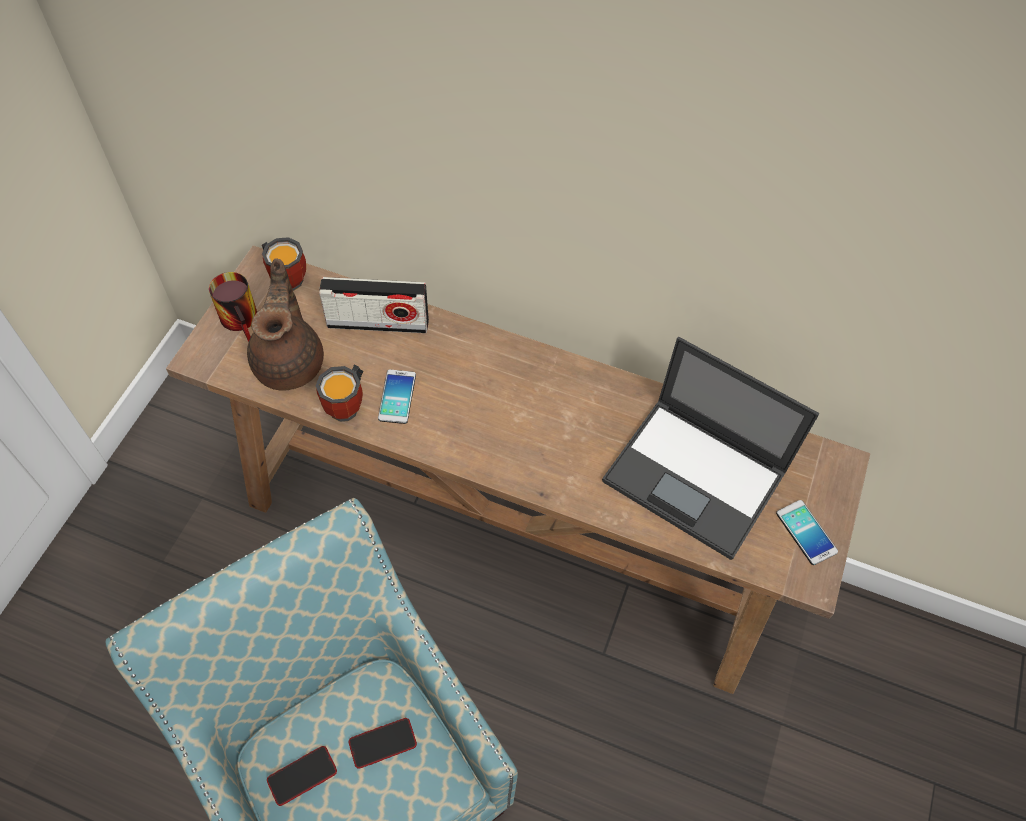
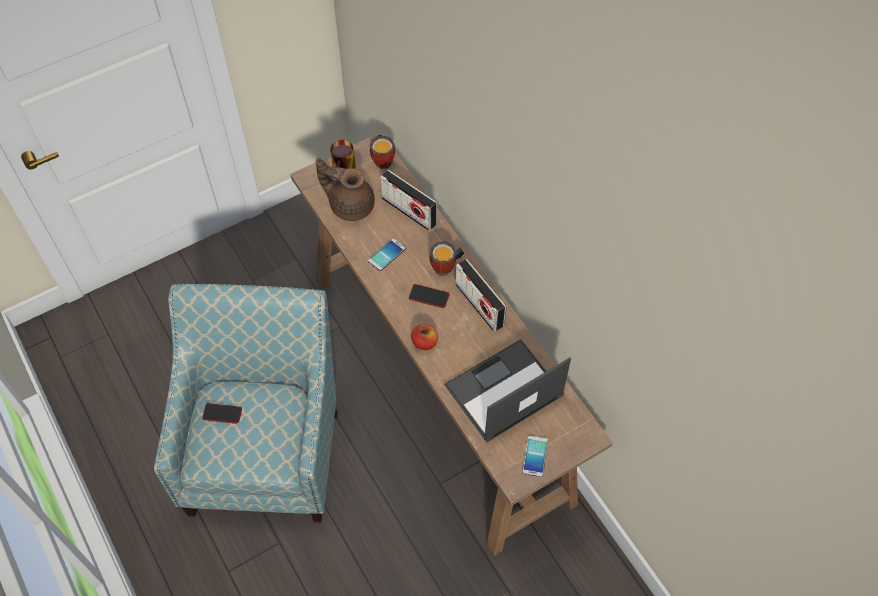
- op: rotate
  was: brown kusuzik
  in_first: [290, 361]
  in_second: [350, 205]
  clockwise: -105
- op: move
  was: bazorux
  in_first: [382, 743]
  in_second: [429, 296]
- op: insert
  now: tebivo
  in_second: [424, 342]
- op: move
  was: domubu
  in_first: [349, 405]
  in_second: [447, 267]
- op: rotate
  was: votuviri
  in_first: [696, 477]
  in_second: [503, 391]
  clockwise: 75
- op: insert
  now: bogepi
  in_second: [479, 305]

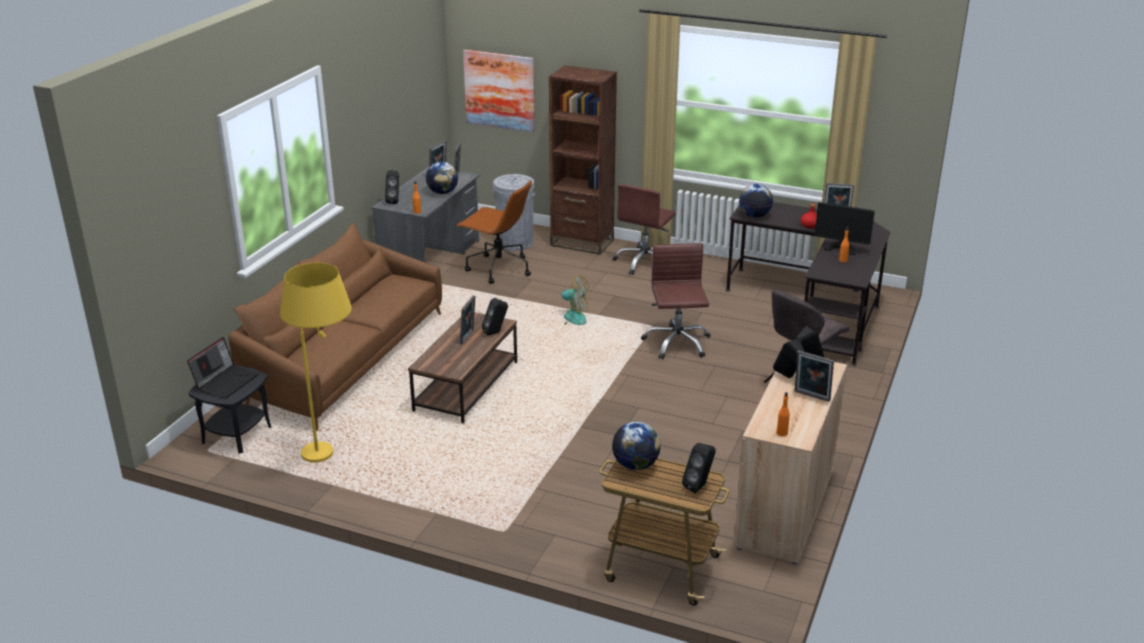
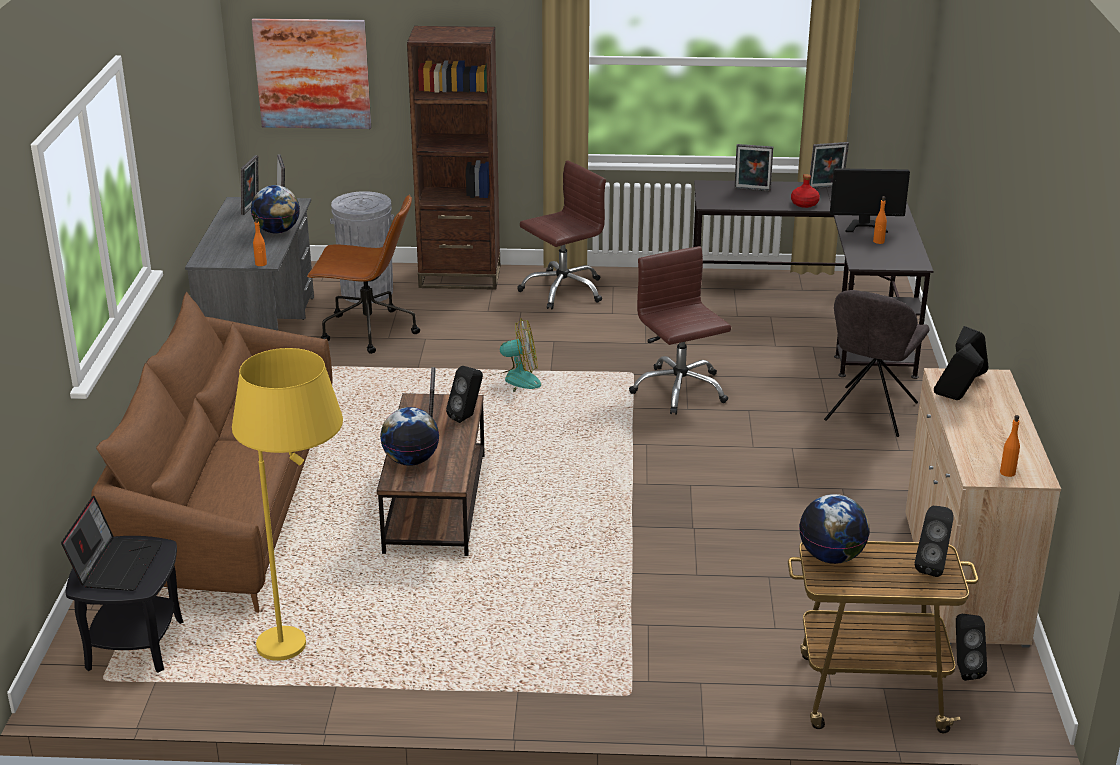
- op: move
  was: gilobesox
  in_first: [754, 216]
  in_second: [411, 460]
- op: rotate
  was: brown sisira
  in_first: [644, 262]
  in_second: [563, 290]
  clockwise: -135
- op: move
  was: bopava
  in_first: [811, 397]
  in_second: [752, 190]
- op: move
  was: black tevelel
  in_first: [395, 201]
  in_second: [963, 670]

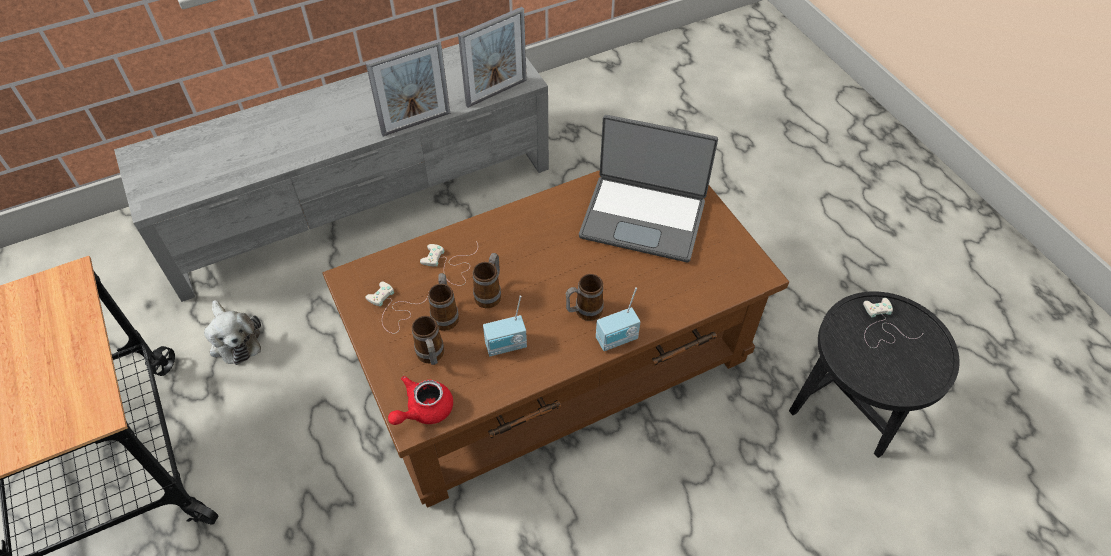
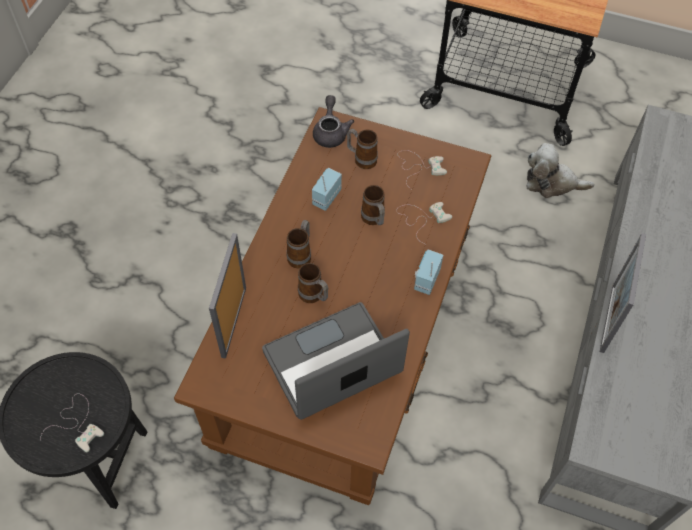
- op: move
  was: bopava
  in_first: [496, 93]
  in_second: [234, 321]
- op: move
  was: domubu
  in_first: [446, 314]
  in_second: [314, 296]
- op: recolor
  was: red kusuzik
  now: grey kusuzik
  in_first: [424, 410]
  in_second: [330, 132]
- op: move
  was: bogepi
  in_first: [617, 340]
  in_second: [425, 279]

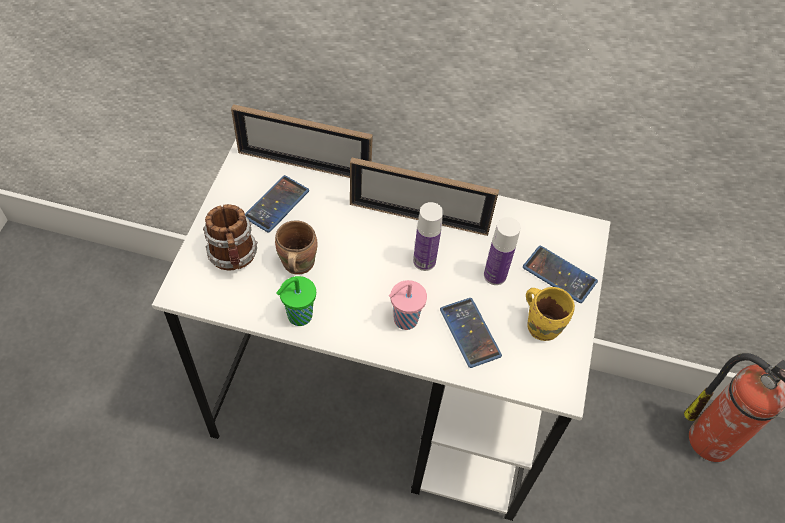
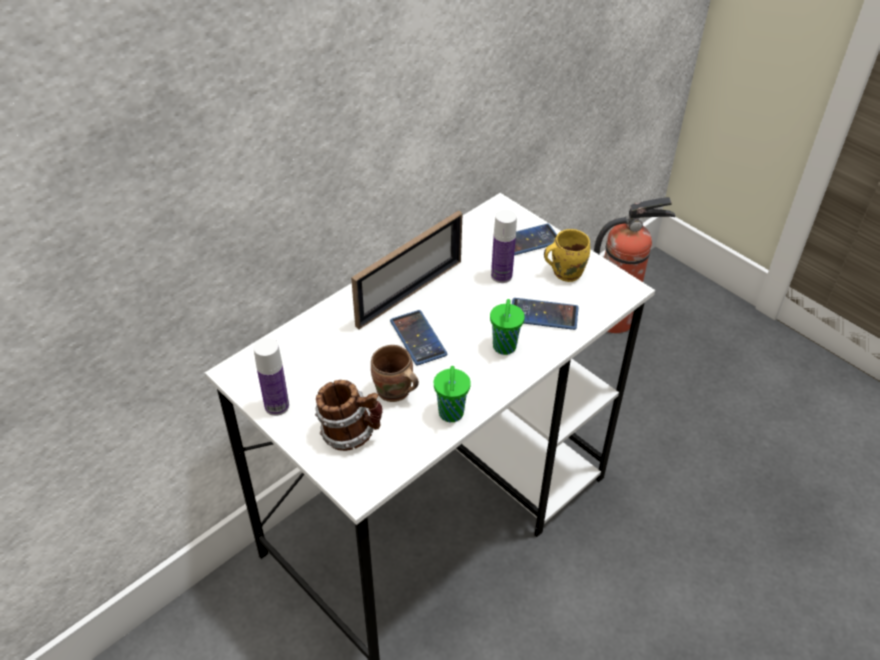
- op: move
  was: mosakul
  in_first: [424, 261]
  in_second: [277, 406]
- op: move
  was: bazorux
  in_first: [276, 204]
  in_second: [418, 338]
- op: recolor
  was: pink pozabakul
  now: green pozabakul
  in_first: [404, 320]
  in_second: [504, 348]
- op: delete
  was: bopava
  in_first: [304, 165]

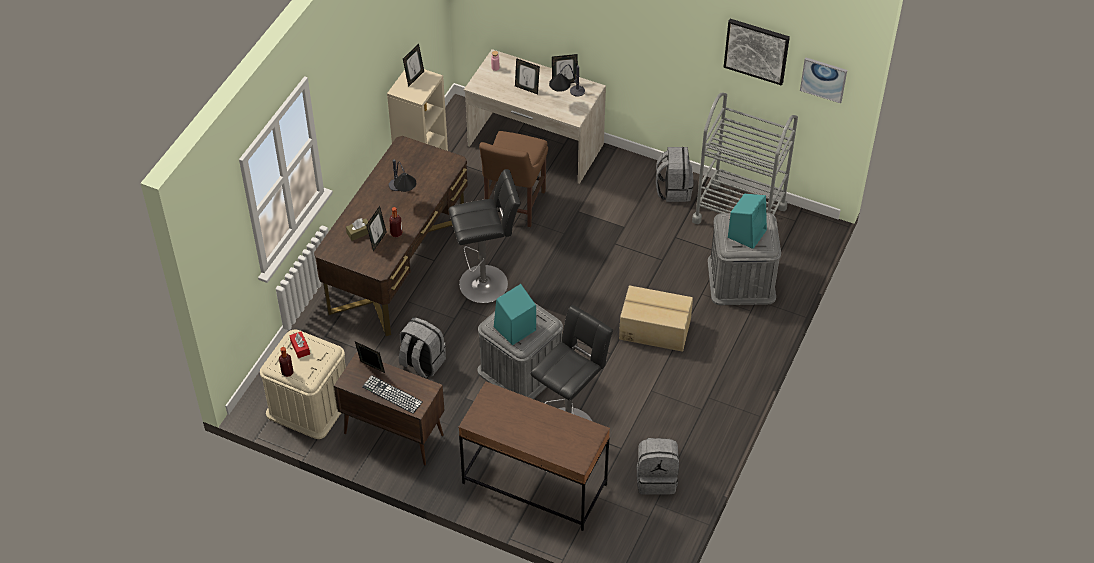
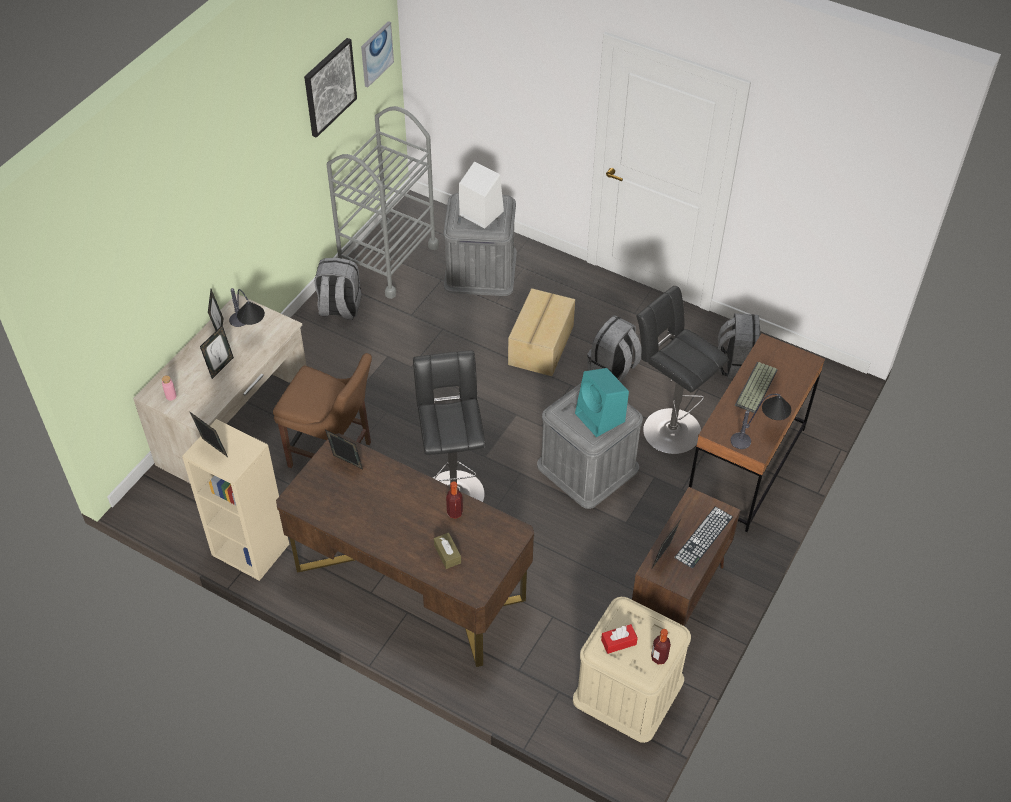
- op: move
  was: bopava
  in_first: [377, 240]
  in_second: [346, 464]
- op: recolor
  was: turquoise tevelel
  now: white tevelel
  in_first: [747, 233]
  in_second: [480, 213]
- op: move
  was: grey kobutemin
  in_first: [422, 363]
  in_second: [612, 369]
- op: move
  was: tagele
  in_first: [403, 195]
  in_second: [759, 435]
- op: insert
  now: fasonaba
  in_second: [757, 388]

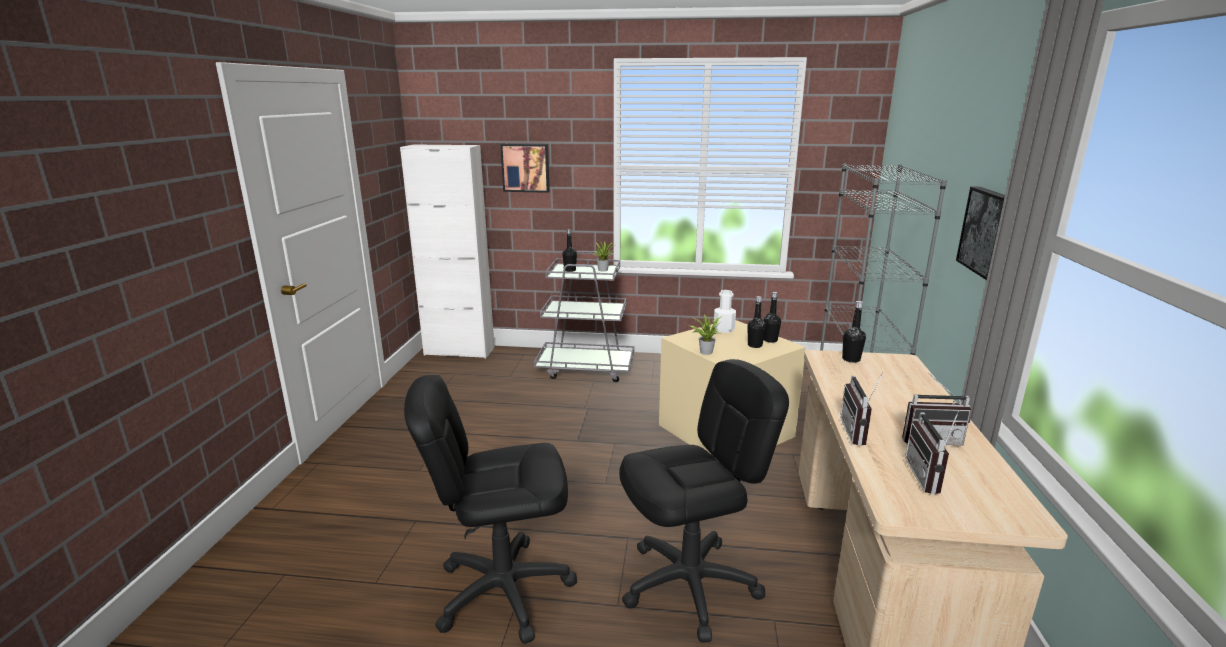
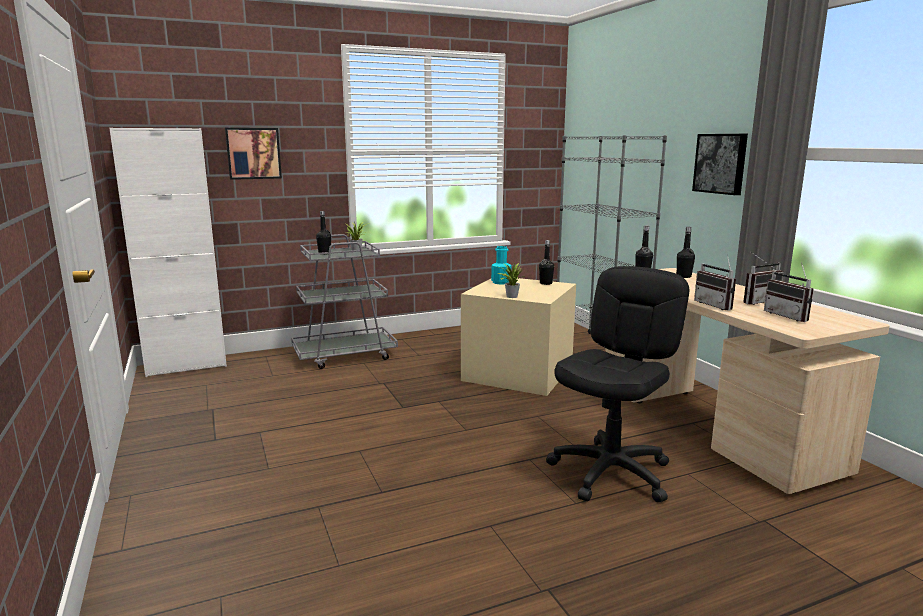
- op: recolor
  was: white mosakul
  now: turquoise mosakul
  in_first: [723, 329]
  in_second: [501, 282]
- op: move
  was: black mosakul
  in_first: [755, 345]
  in_second: [683, 276]
- op: delete
  was: black sisira
  in_first: [503, 590]

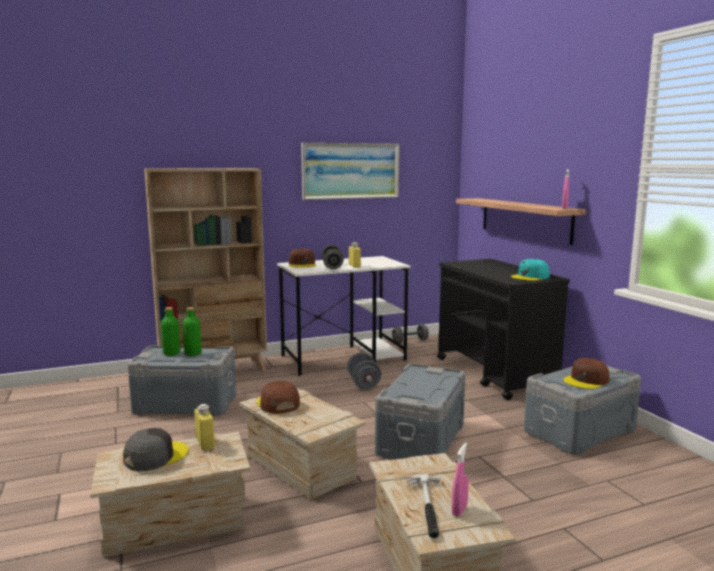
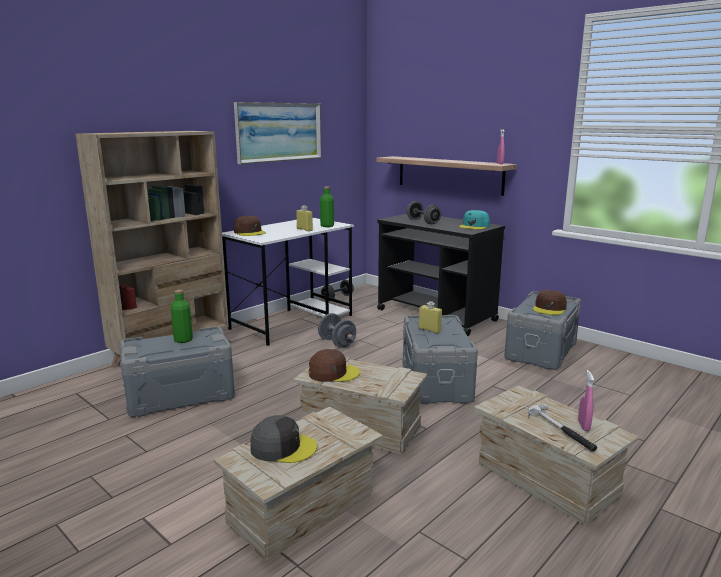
- op: rotate
  was: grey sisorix
  in_first: [155, 456]
  in_second: [283, 447]
  clockwise: 75
- op: rotate
  was: brown sisorix
  in_first: [277, 403]
  in_second: [333, 373]
  clockwise: 135
- op: move
  was: green mosakul
  in_first: [171, 353]
  in_second: [327, 226]
- op: move
  was: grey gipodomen
  in_first: [332, 266]
  in_second: [423, 222]
- op: move
  was: yellow mosakul
  in_first: [205, 443]
  in_second: [429, 330]

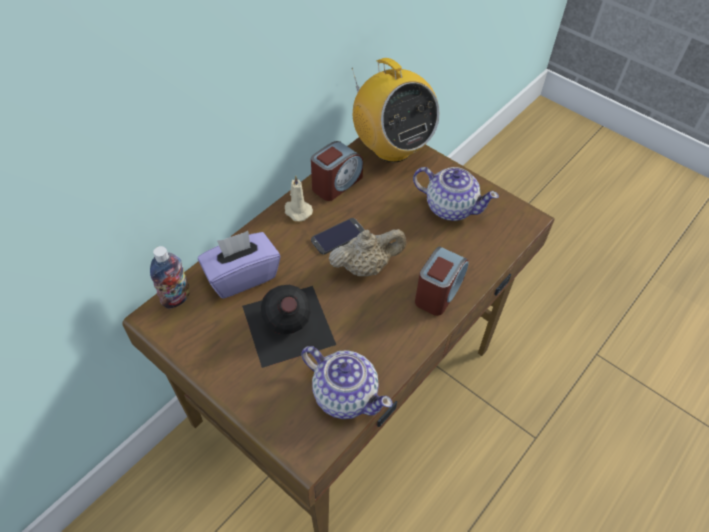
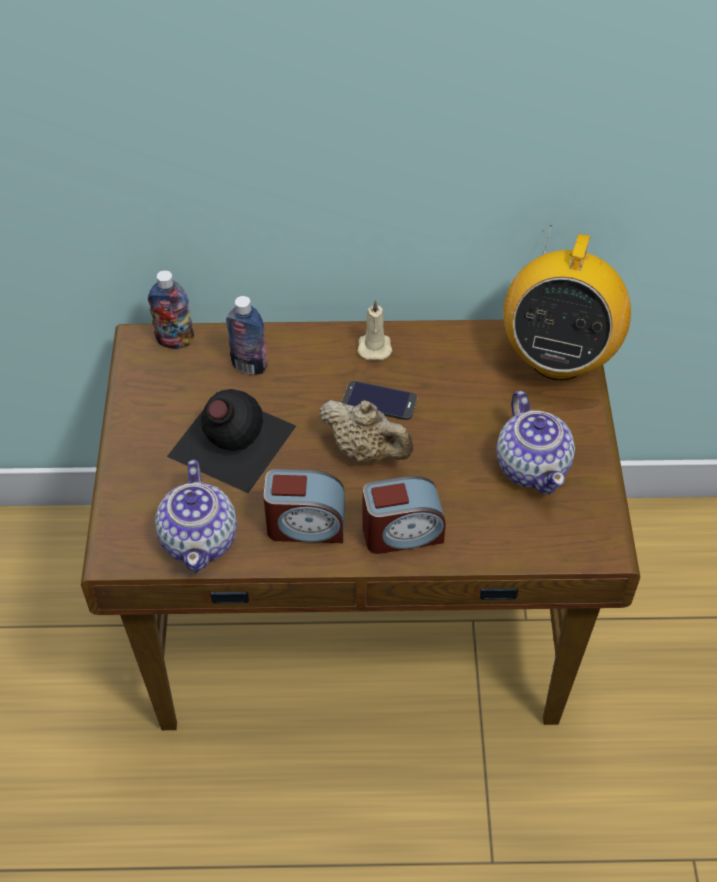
- op: replace
  was: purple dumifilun
  now: mosakul
  in_first: [242, 276]
  in_second: [249, 366]
- op: move
  was: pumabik
  in_first: [336, 183]
  in_second: [305, 525]

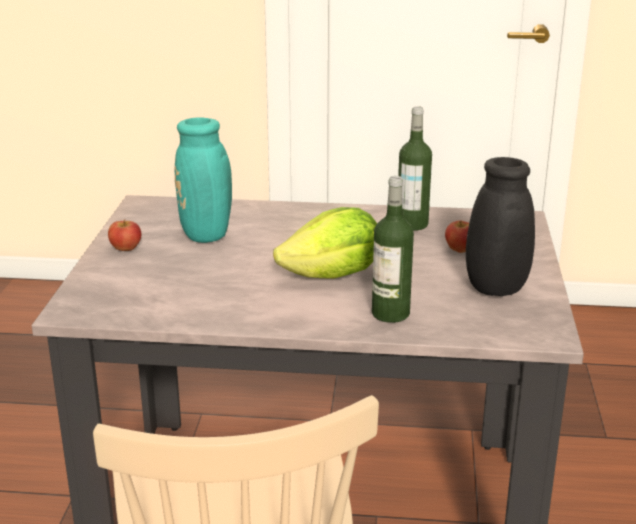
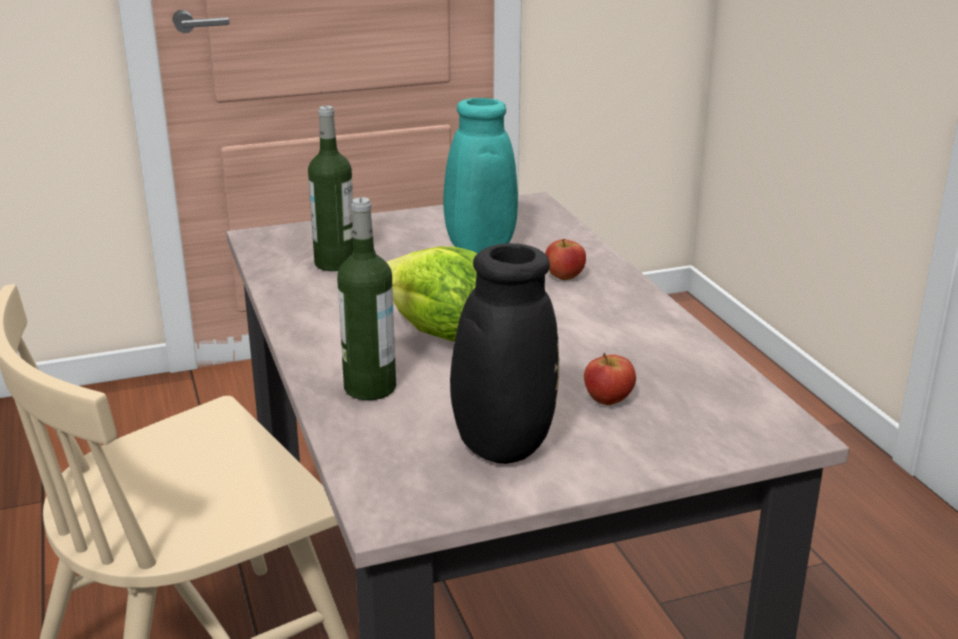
- op: move
  was: mosakul
  in_first: [412, 224]
  in_second: [335, 263]
- op: move
  was: tebivo
  in_first: [126, 249]
  in_second: [565, 277]

